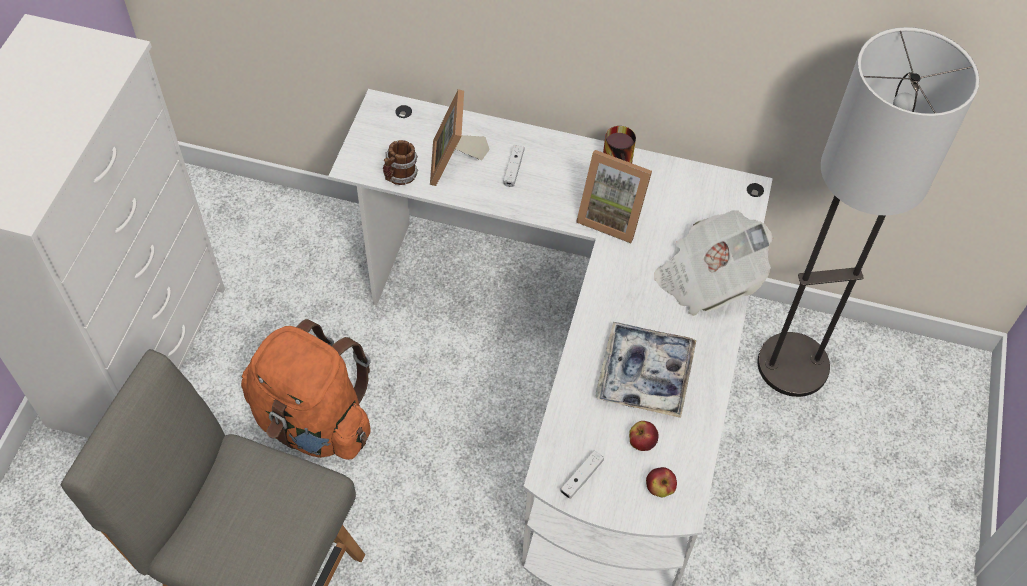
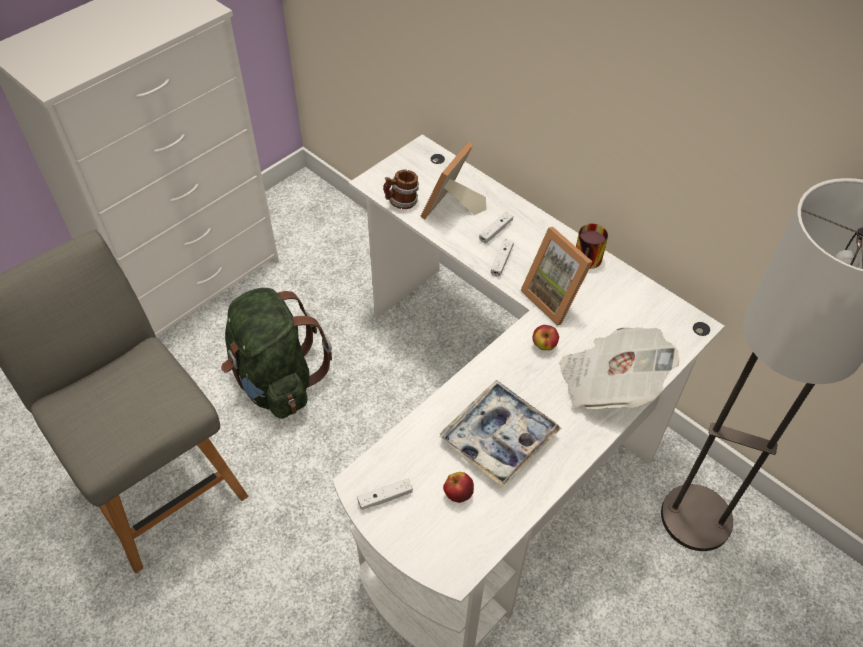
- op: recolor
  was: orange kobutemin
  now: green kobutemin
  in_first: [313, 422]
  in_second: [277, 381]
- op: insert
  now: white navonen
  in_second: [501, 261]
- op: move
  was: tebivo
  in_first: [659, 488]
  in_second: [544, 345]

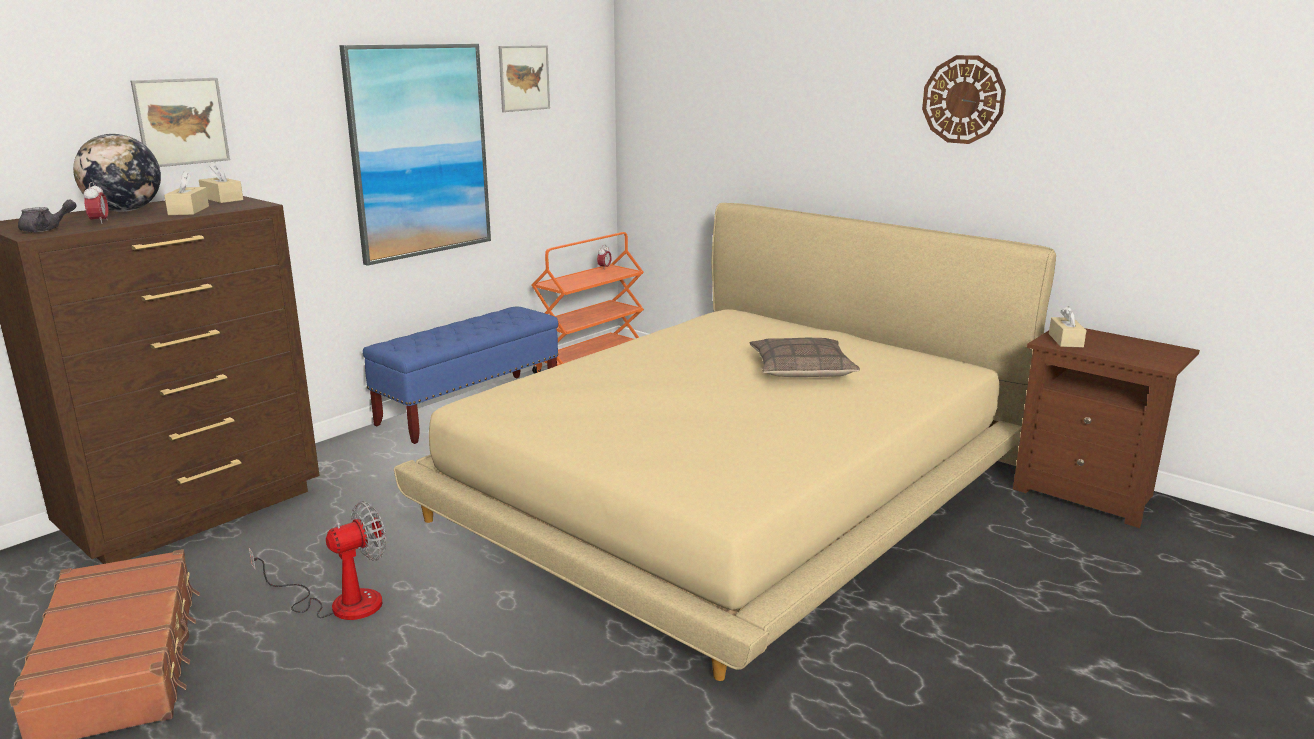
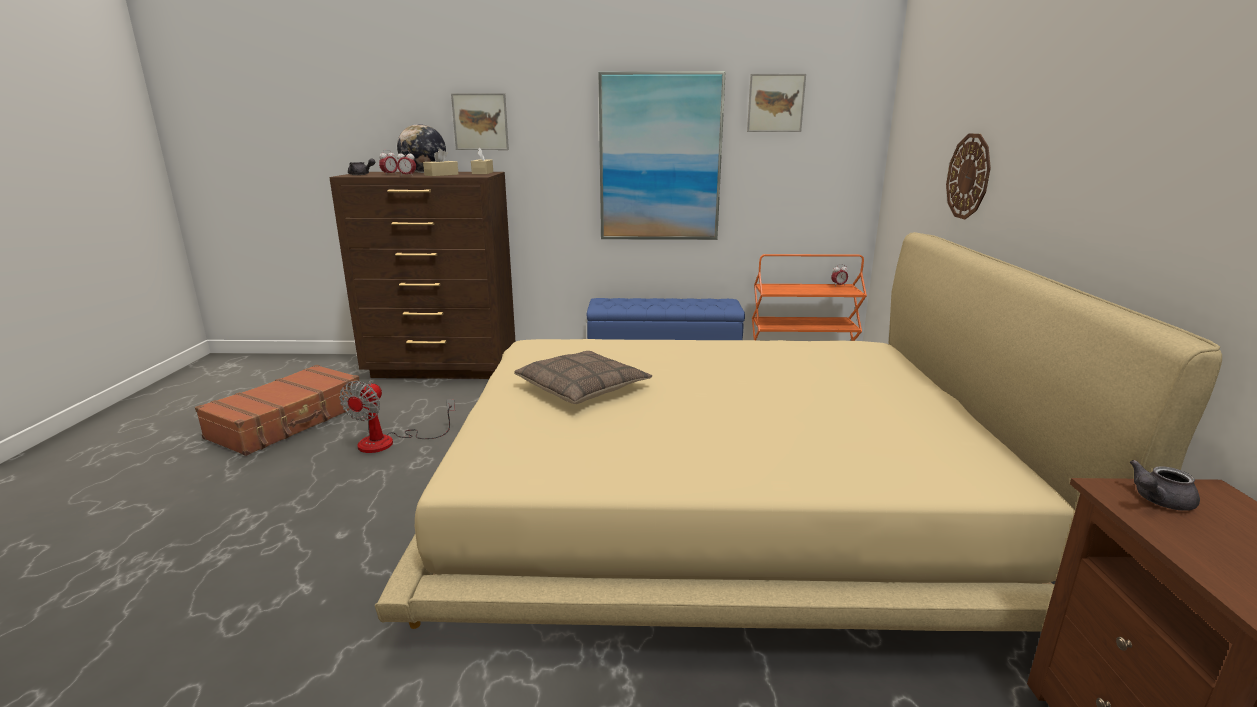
- op: rotate
  was: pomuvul
  in_first: [340, 603]
  in_second: [389, 442]
  clockwise: 90
- op: insert
  now: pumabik
  in_second: [407, 176]
- op: move
  was: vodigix
  in_first: [801, 369]
  in_second: [583, 388]
- op: move
  was: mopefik
  in_first: [963, 99]
  in_second: [968, 176]
- op: replace
  was: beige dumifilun
  now: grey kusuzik
  in_first: [1065, 340]
  in_second: [1157, 501]

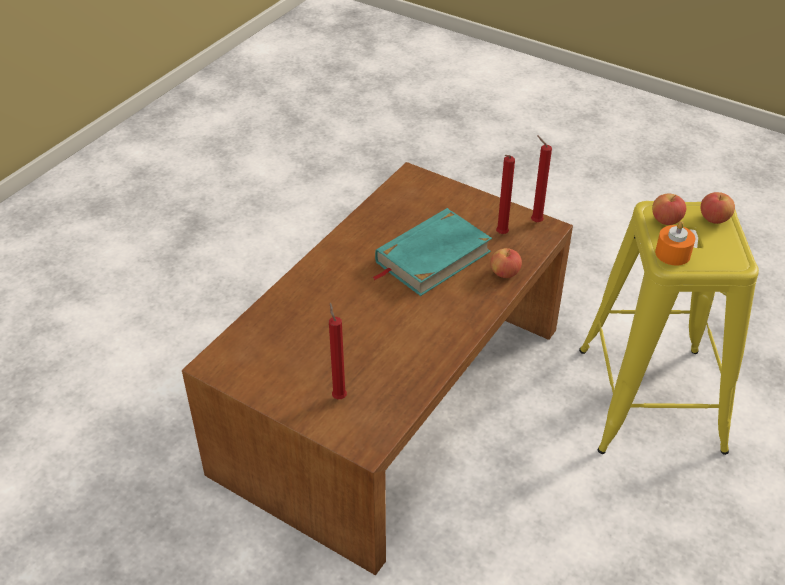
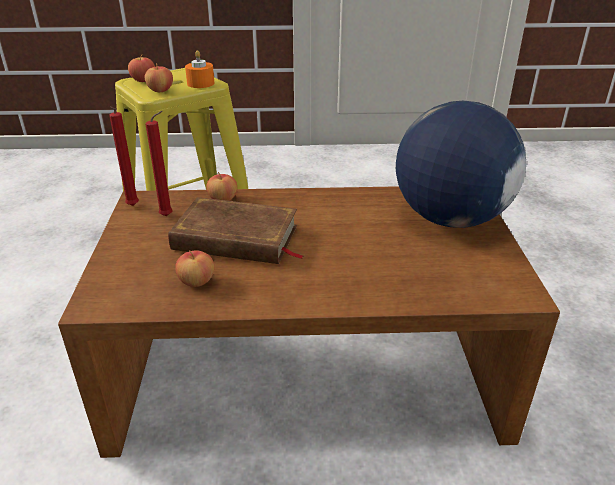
- op: recolor
  was: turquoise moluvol
  now: brown moluvol
  in_first: [432, 257]
  in_second: [236, 238]
- op: insert
  now: tebivo
  in_second: [196, 281]
- op: replace
  was: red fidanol
  now: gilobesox
  in_first: [338, 396]
  in_second: [449, 219]

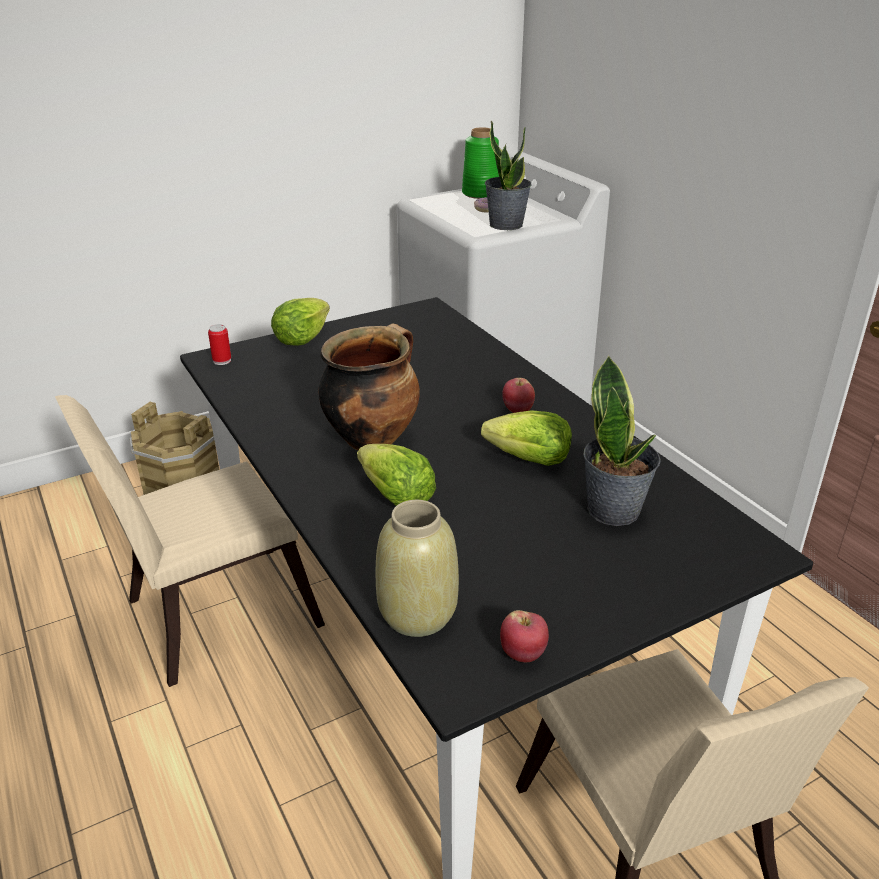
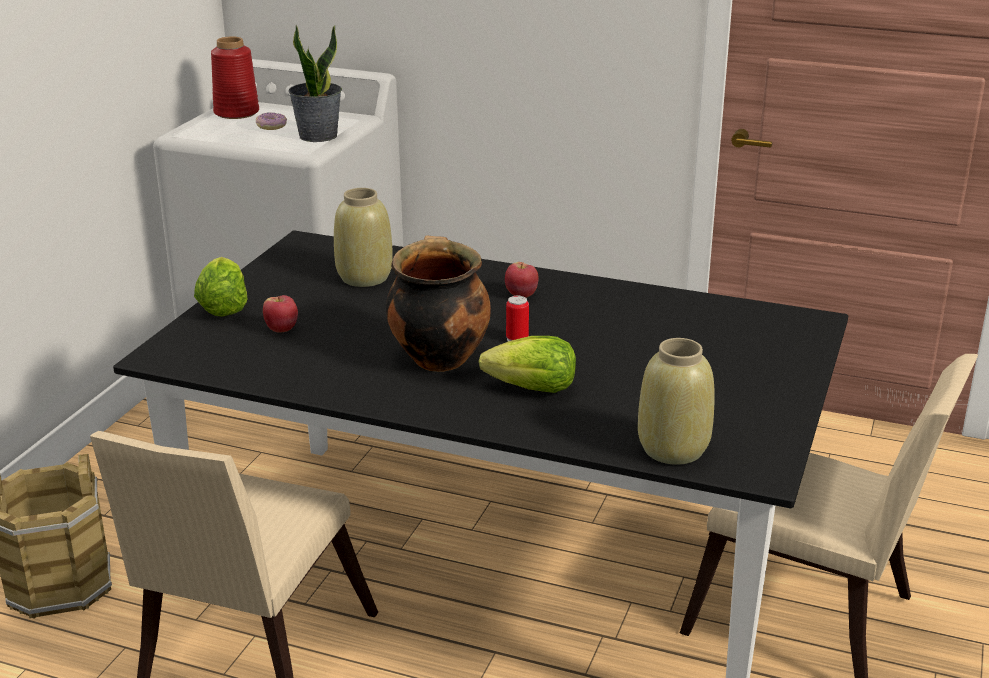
- op: recolor
  was: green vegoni
  now: red vegoni
  in_first: [480, 194]
  in_second: [236, 113]
- op: move
  was: tebivo
  in_first: [523, 654]
  in_second: [282, 329]
- op: insert
  now: beige vegoni
  in_second: [365, 277]
- op: move
  was: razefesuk
  in_first: [222, 361]
  in_second: [517, 339]
- op: delete
  was: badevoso
  in_first: [529, 460]
- op: delete
  was: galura
  in_first: [614, 509]

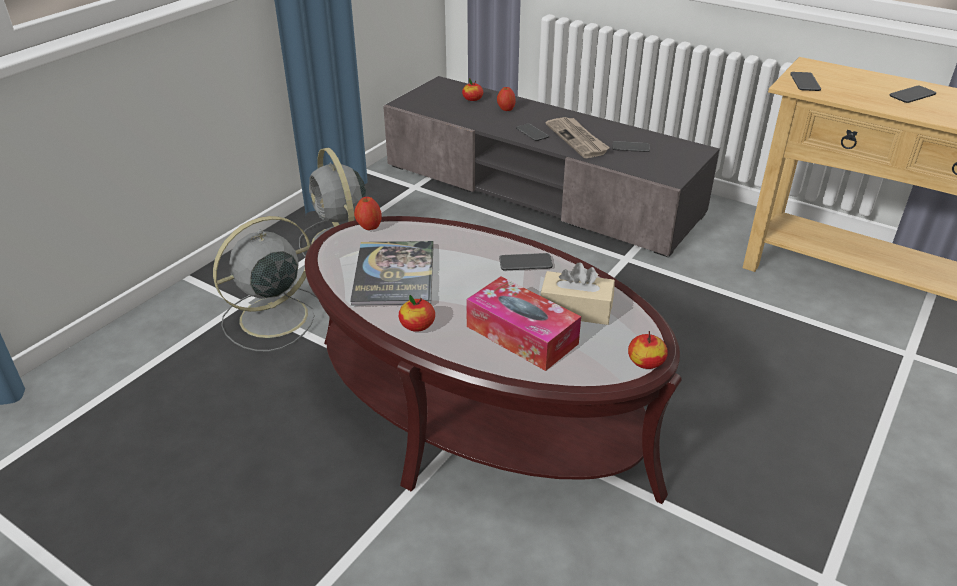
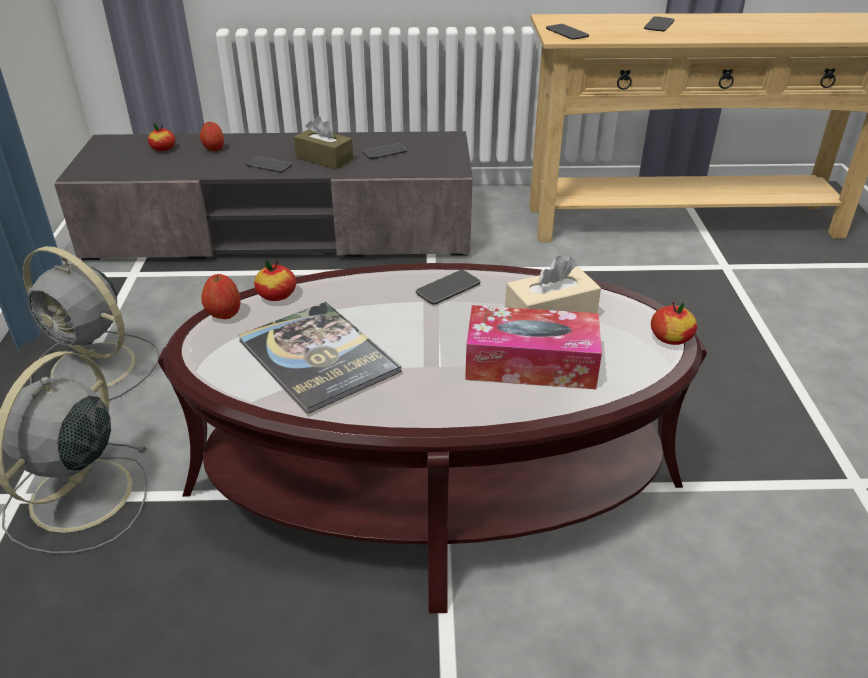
- op: move
  was: tebivo
  in_first: [417, 325]
  in_second: [277, 295]
- op: replace
  was: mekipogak
  now: brown dumifilun
  in_first: [578, 139]
  in_second: [324, 159]

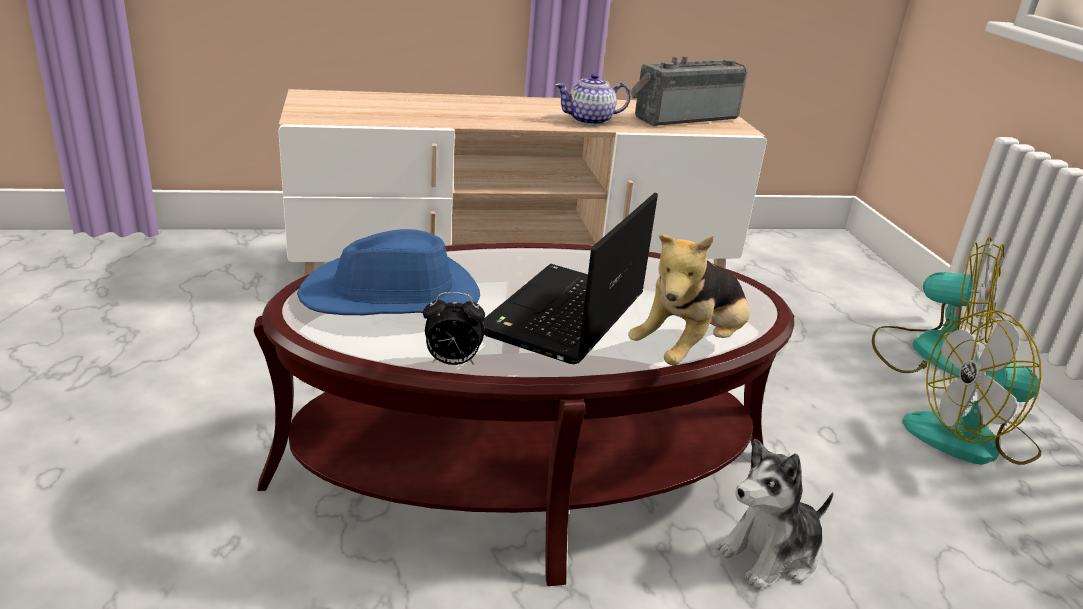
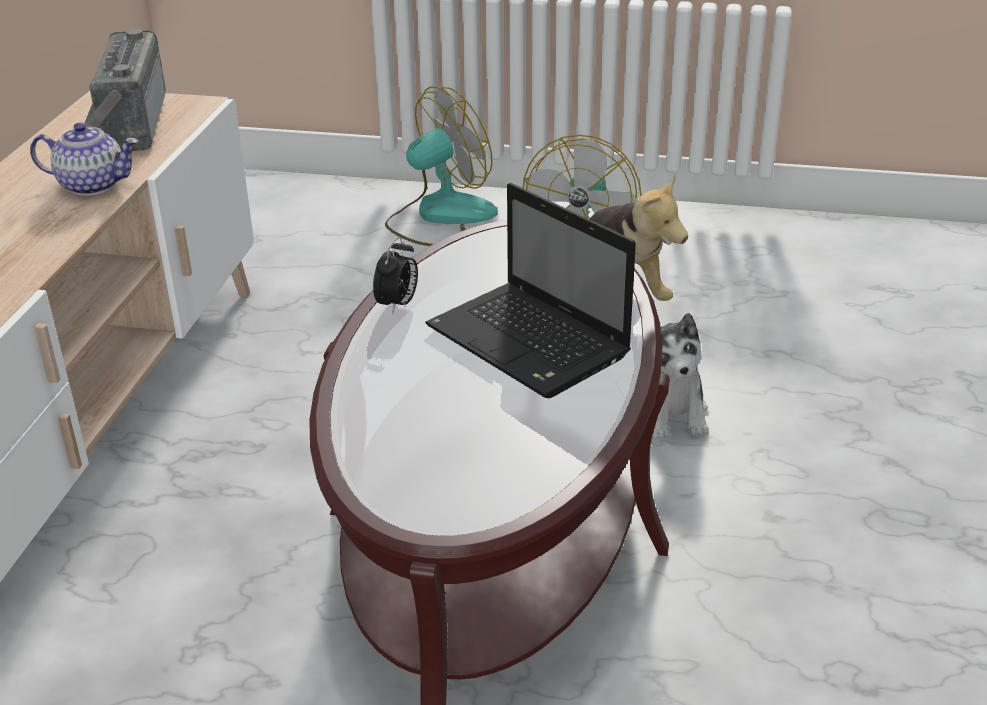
- op: rotate
  was: kusuzik
  in_first: [590, 120]
  in_second: [92, 185]
  clockwise: -90
- op: move
  was: pumabik
  in_first: [452, 362]
  in_second: [398, 305]
- op: delete
  was: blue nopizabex
  in_first: [392, 296]

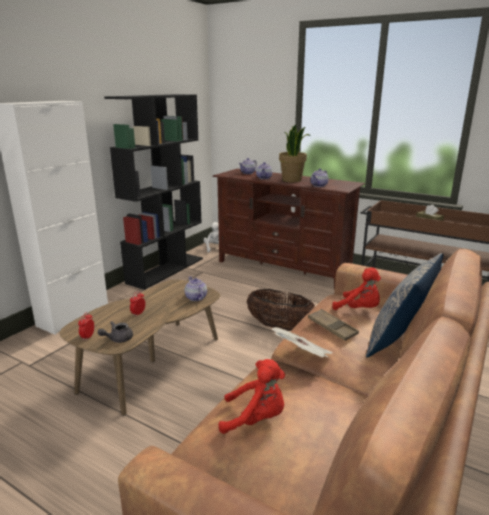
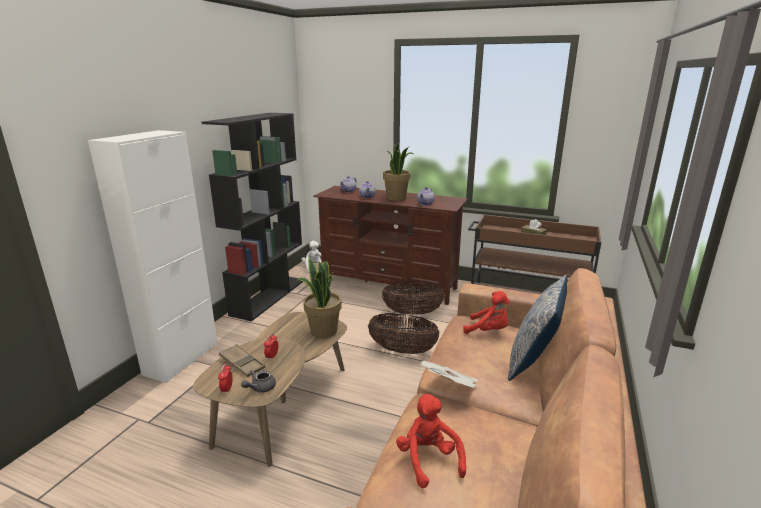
- op: move
  was: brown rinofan
  in_first: [332, 328]
  in_second: [242, 363]
- op: replace
  was: kusuzik
  now: galura
  in_first: [196, 298]
  in_second: [323, 331]
- op: insert
  now: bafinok
  in_second: [412, 313]
- op: rotate
  was: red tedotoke
  in_first: [255, 419]
  in_second: [428, 460]
  clockwise: -105

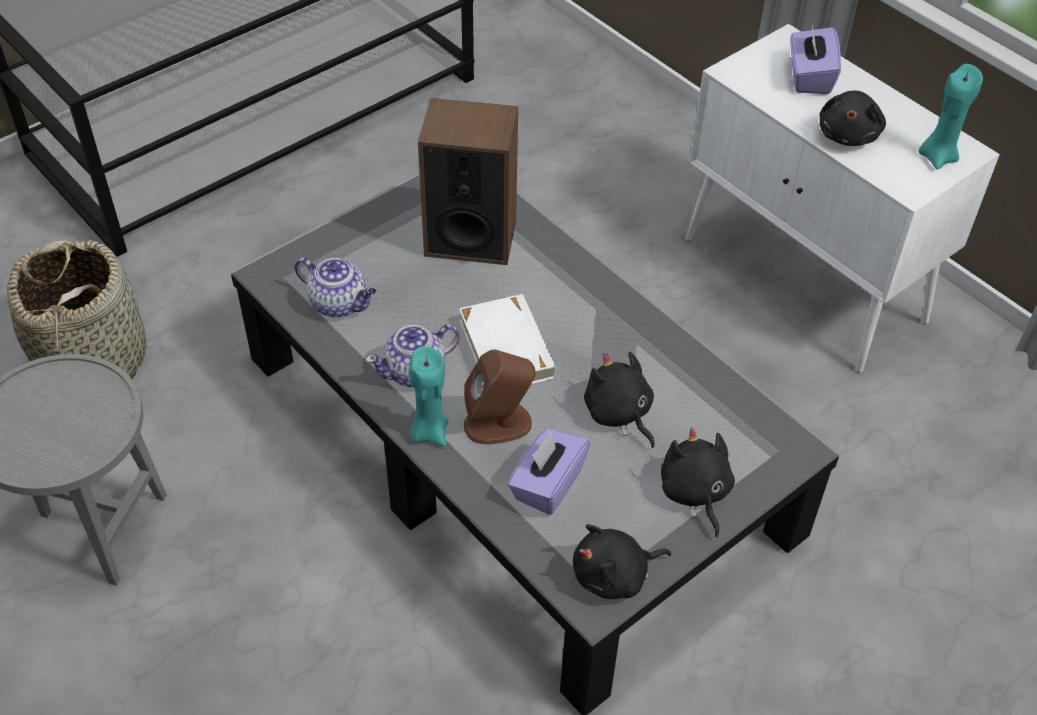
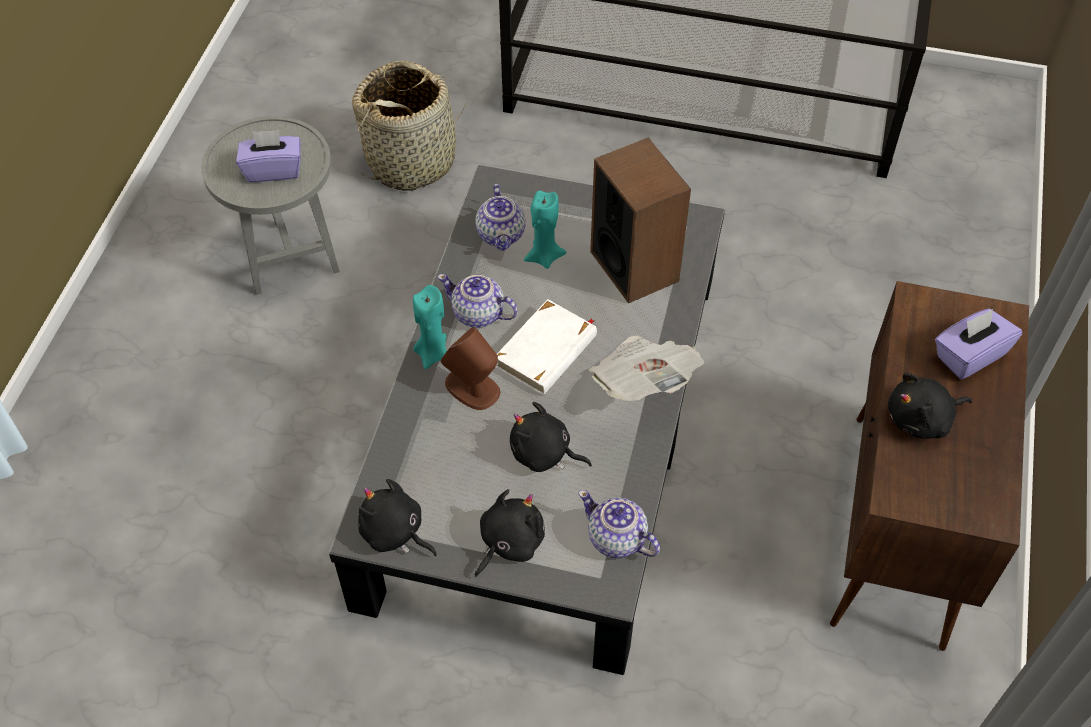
- op: move
  was: purple dumifilun
  in_first: [547, 485]
  in_second: [273, 170]
- op: rotate
  was: black tedotoke
  in_first: [619, 414]
  in_second: [544, 454]
  clockwise: -90
- op: move
  was: turquoise fidanol
  in_first: [937, 156]
  in_second: [544, 257]
- op: insert
  now: kusuzik
  in_second: [617, 539]
- op: insert
  now: mekipogak
  in_second: [643, 382]
- op: recolor
  was: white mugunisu
  now: brown mugunisu
  in_first: [805, 281]
  in_second: [898, 530]

